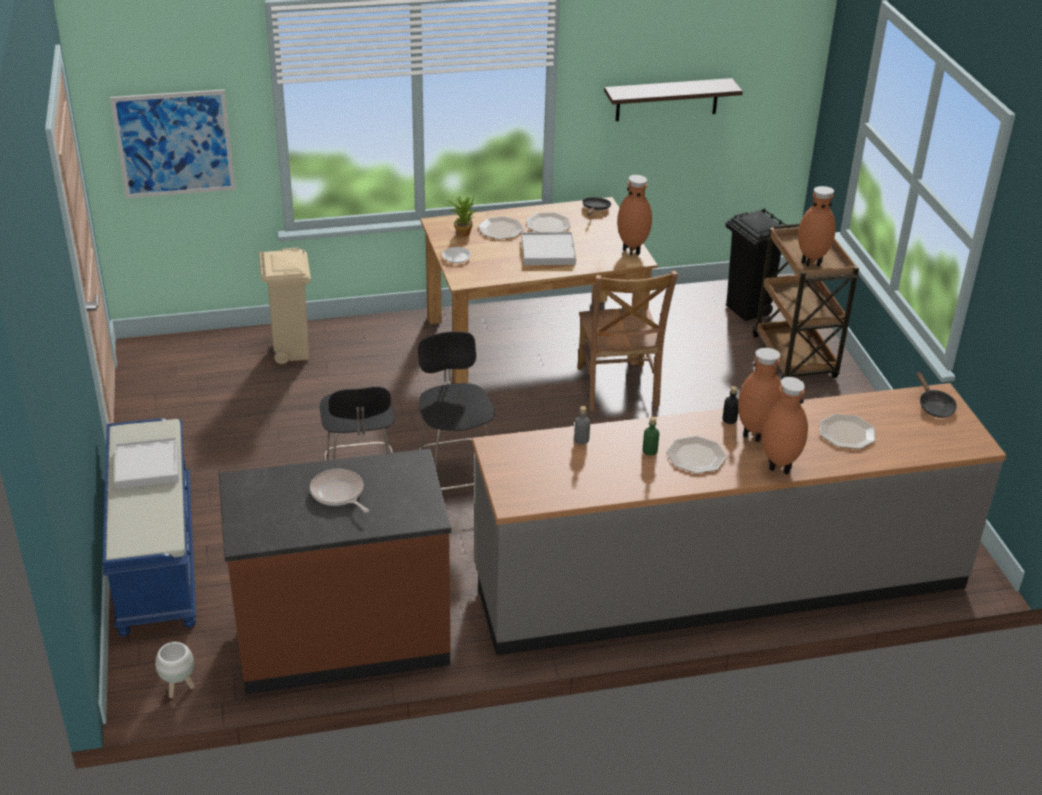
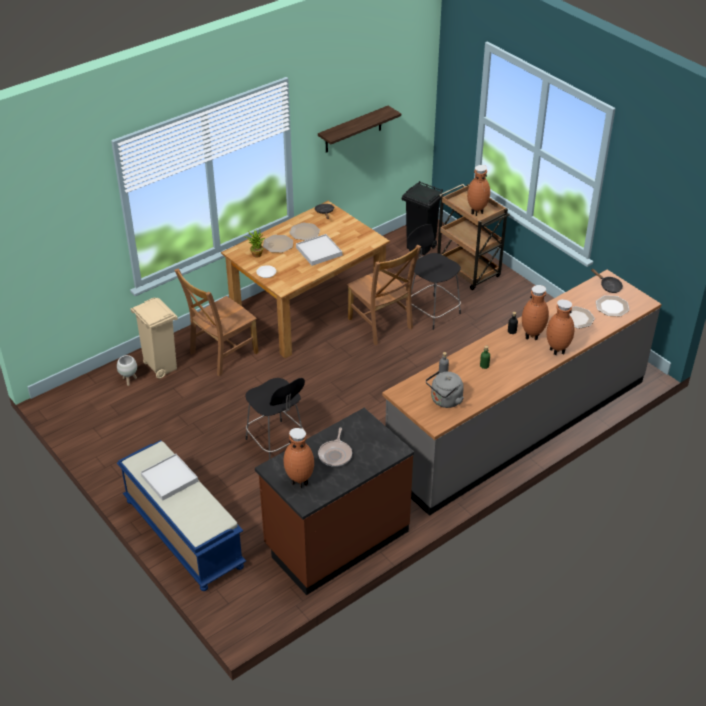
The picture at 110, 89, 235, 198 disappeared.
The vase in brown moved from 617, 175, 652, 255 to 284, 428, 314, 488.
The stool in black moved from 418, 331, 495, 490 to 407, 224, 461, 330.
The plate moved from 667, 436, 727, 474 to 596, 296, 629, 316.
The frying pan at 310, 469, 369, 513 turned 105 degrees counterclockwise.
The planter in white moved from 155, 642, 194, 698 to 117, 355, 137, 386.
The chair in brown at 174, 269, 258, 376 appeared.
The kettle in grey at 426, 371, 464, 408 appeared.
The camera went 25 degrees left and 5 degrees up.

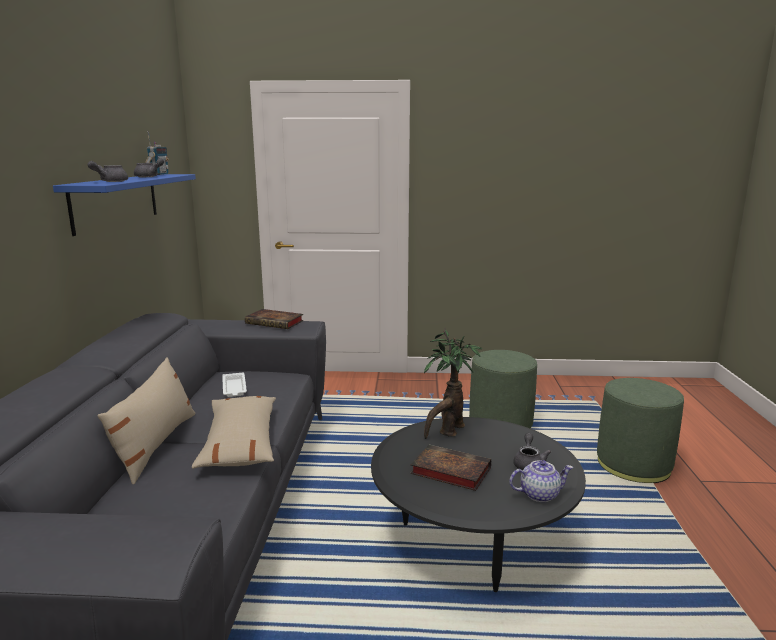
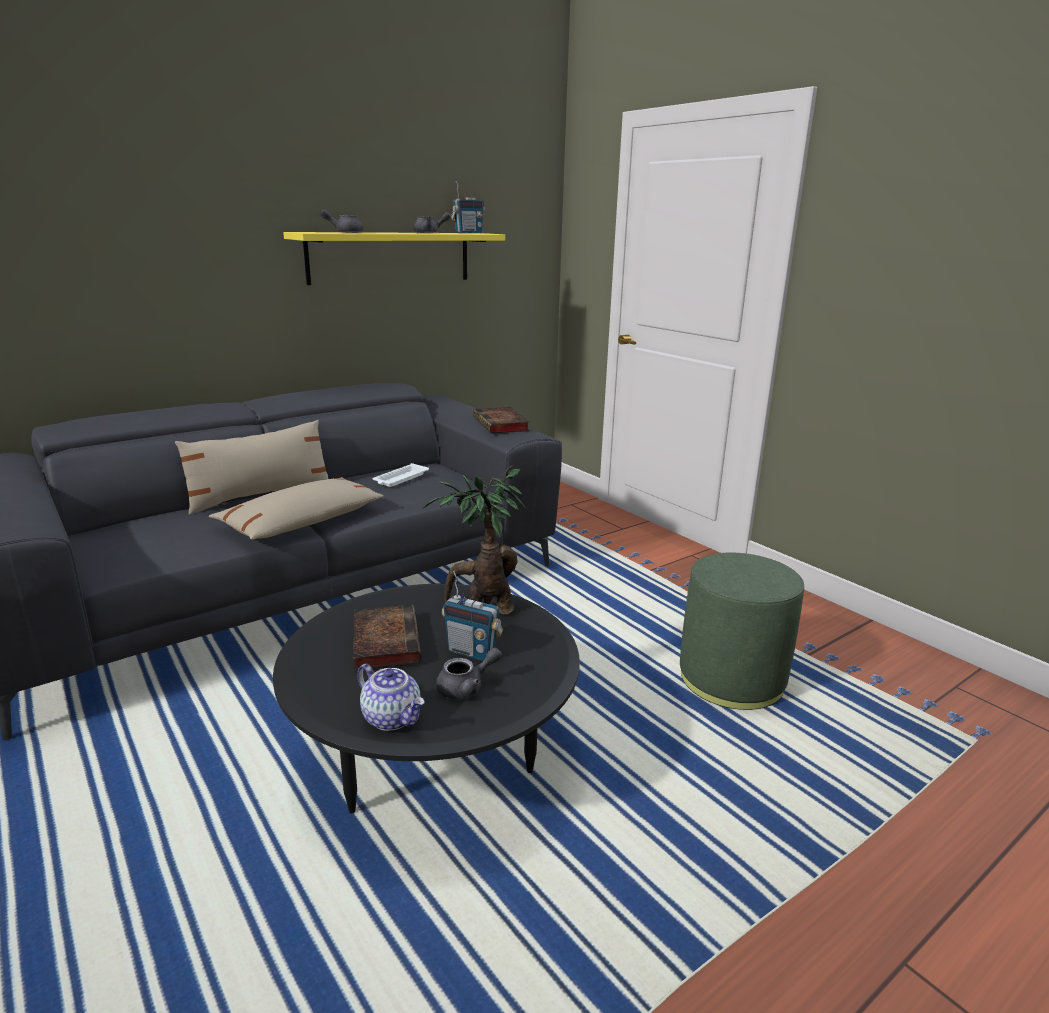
The shelf in blue at 53, 174, 196, 236 became the shelf in yellow at 283, 232, 505, 285.
The ottoman in green at 597, 378, 684, 483 disappeared.
The radio at 442, 571, 503, 661 appeared.
The camera went 50 degrees right and 5 degrees up.

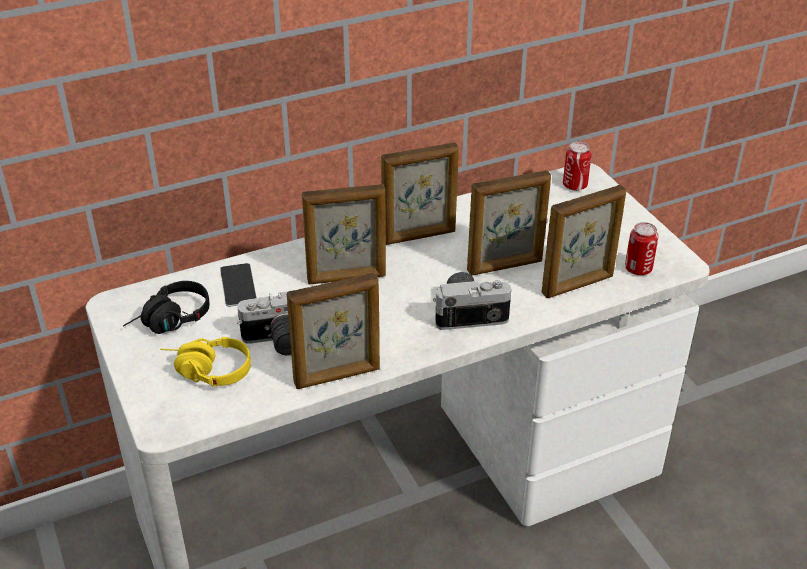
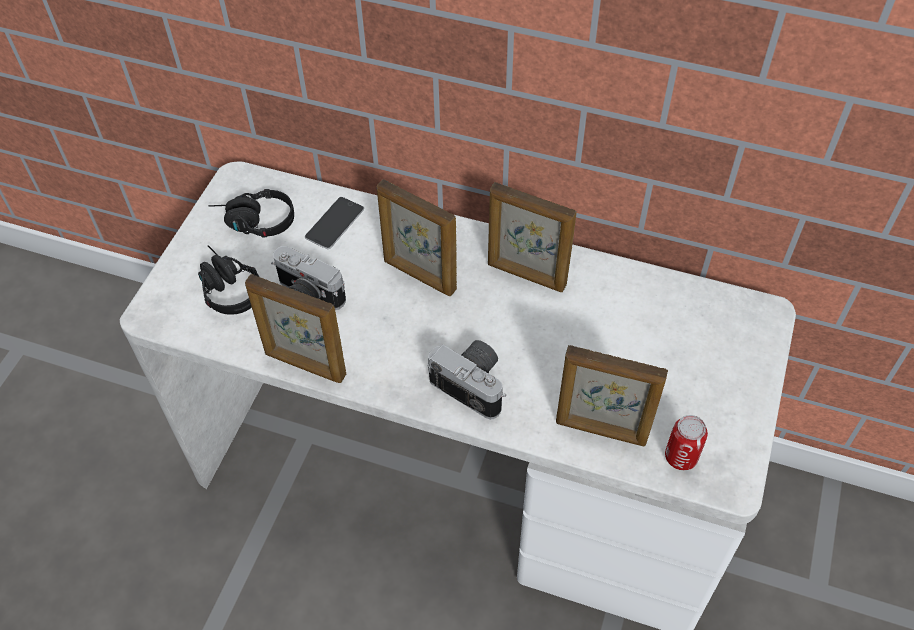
The can at 563, 142, 591, 191 disappeared.
The picture frame at 467, 170, 551, 276 disappeared.
The headphones in yellow at 160, 337, 251, 387 became the headphones in black at 198, 245, 259, 315.
The camera went 45 degrees right and 15 degrees up.

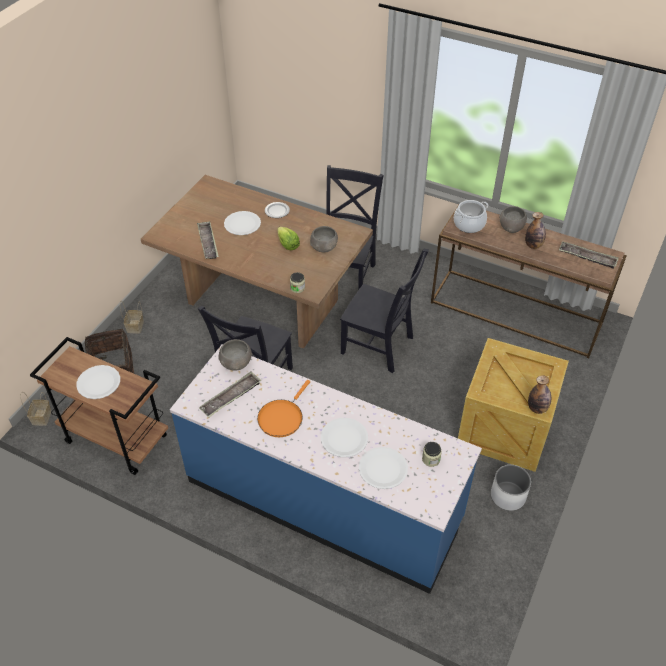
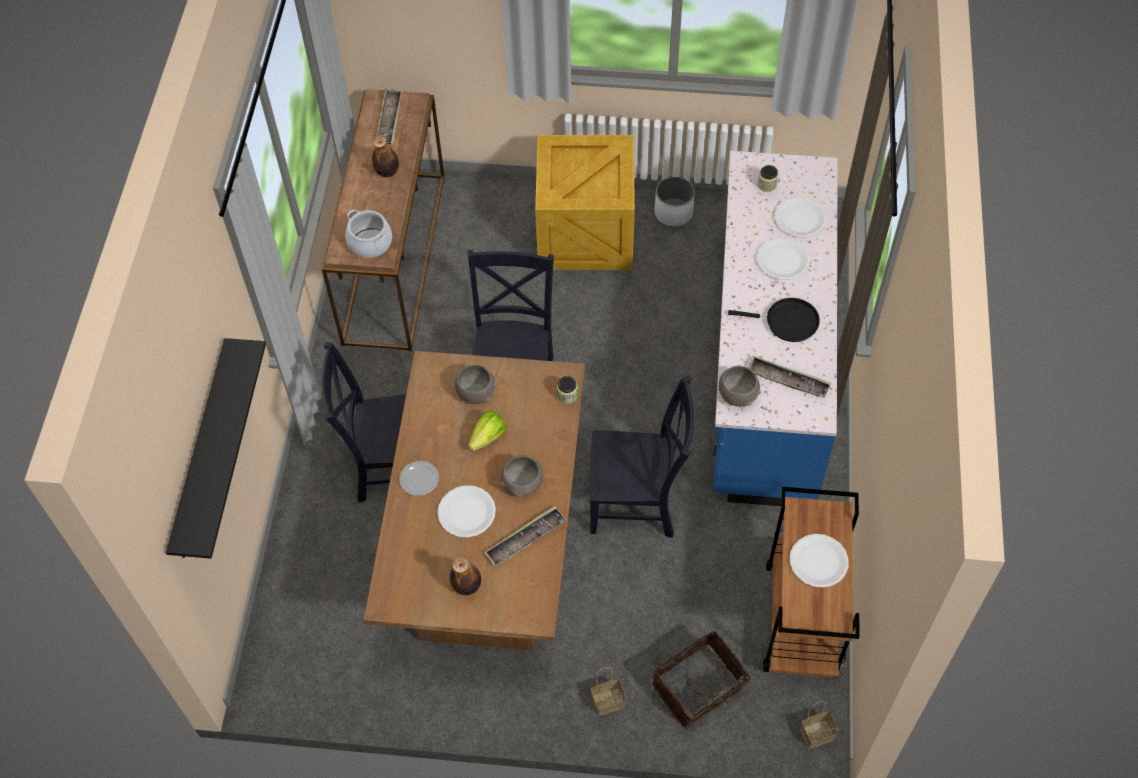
The bowl in grey moved from 499, 206, 527, 233 to 500, 456, 544, 497.
The bottle moved from 528, 375, 551, 414 to 450, 556, 481, 595.
The frying pan in orange at 257, 380, 310, 437 became the frying pan in black at 728, 298, 820, 342.
The shelf in black at 166, 338, 266, 559 appeared.
The camera went 110 degrees left and 10 degrees up.

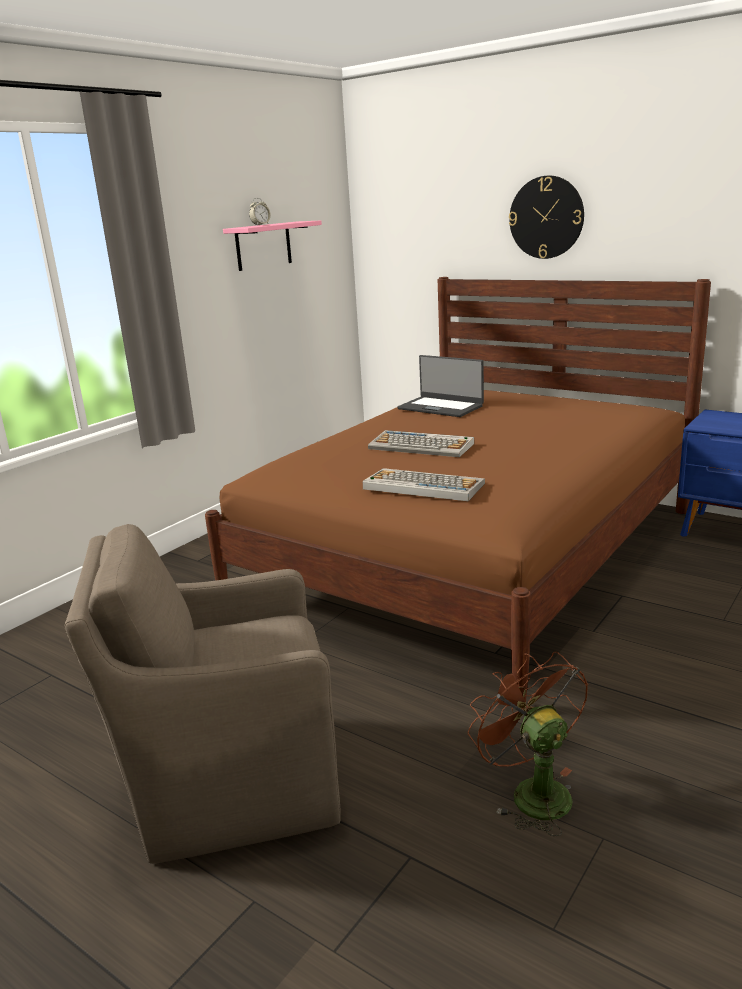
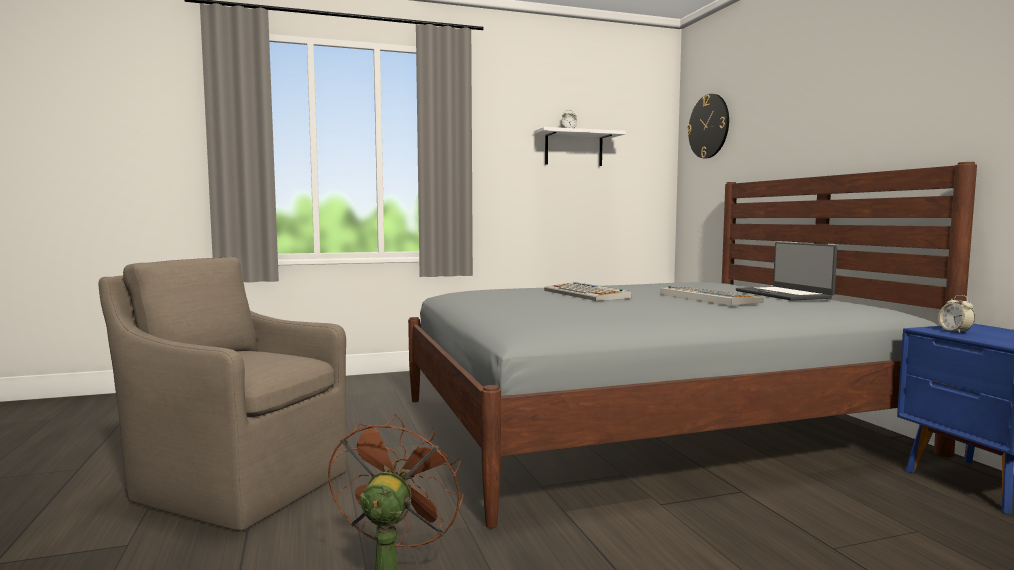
The wall clock moved from 509, 176, 584, 259 to 687, 94, 729, 158.
The shelf in pink at 223, 220, 322, 271 became the shelf in white at 534, 127, 626, 166.
The bed in brown at 205, 277, 711, 709 became the bed in grey at 408, 162, 977, 529.
The laptop moved from 397, 355, 484, 417 to 736, 242, 837, 301.
The keyboard moved from 363, 468, 485, 501 to 660, 286, 764, 306.
The alarm clock at 938, 295, 975, 333 appeared.
The camera went 35 degrees right and 15 degrees down.

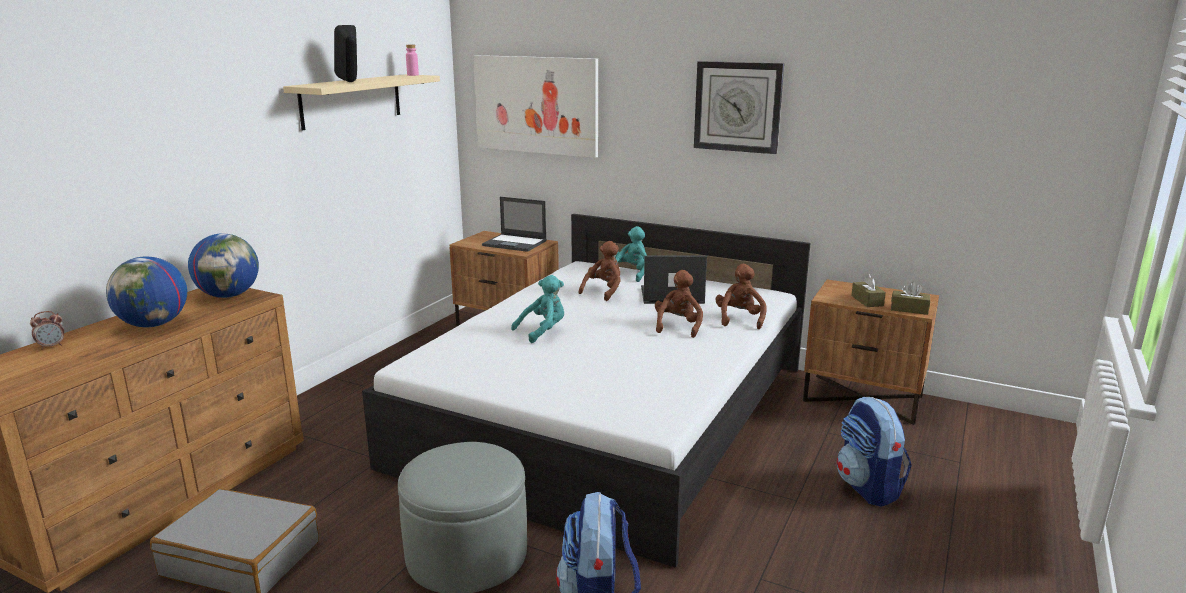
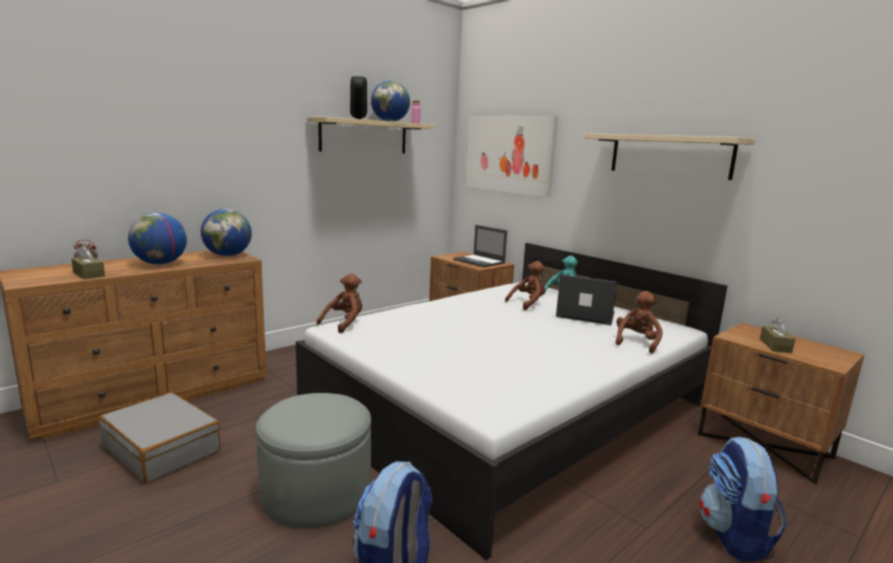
The wall clock at 694, 61, 784, 154 was replaced by the shelf in beige at 583, 133, 756, 180.
The plush toy in brown moved from 655, 270, 703, 338 to 316, 274, 362, 333.
The plush toy in turquoise at 511, 275, 564, 343 disappeared.
The tissue box in brown moved from 891, 282, 930, 315 to 72, 246, 105, 279.
The globe at 371, 81, 410, 122 appeared.
The camera went 20 degrees right and 5 degrees down.

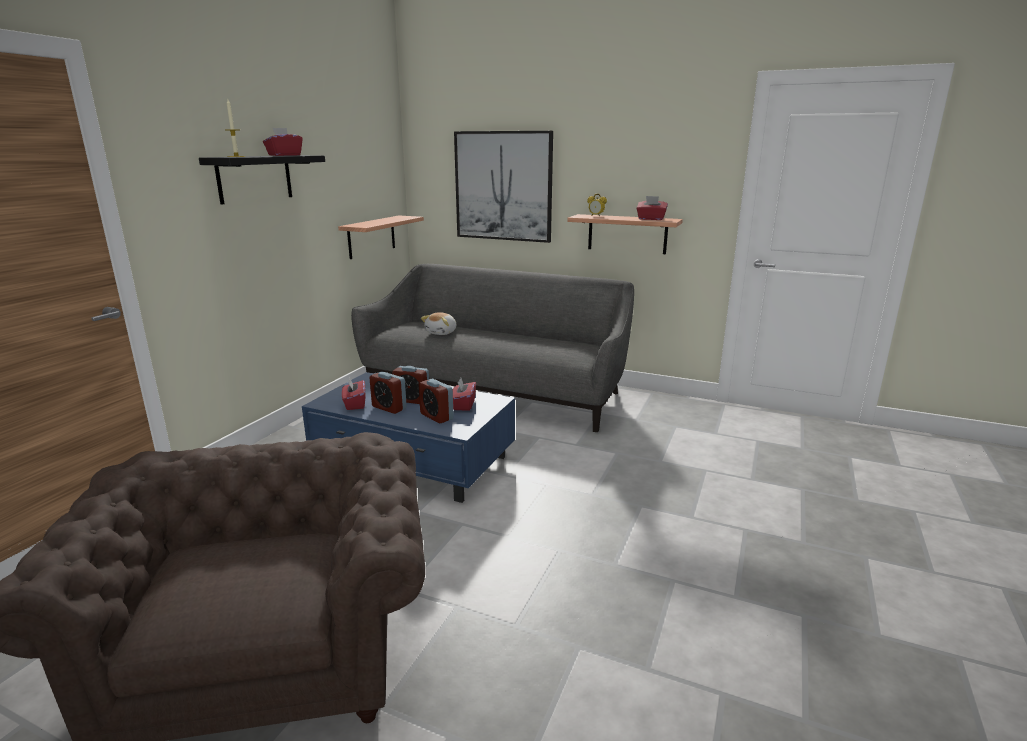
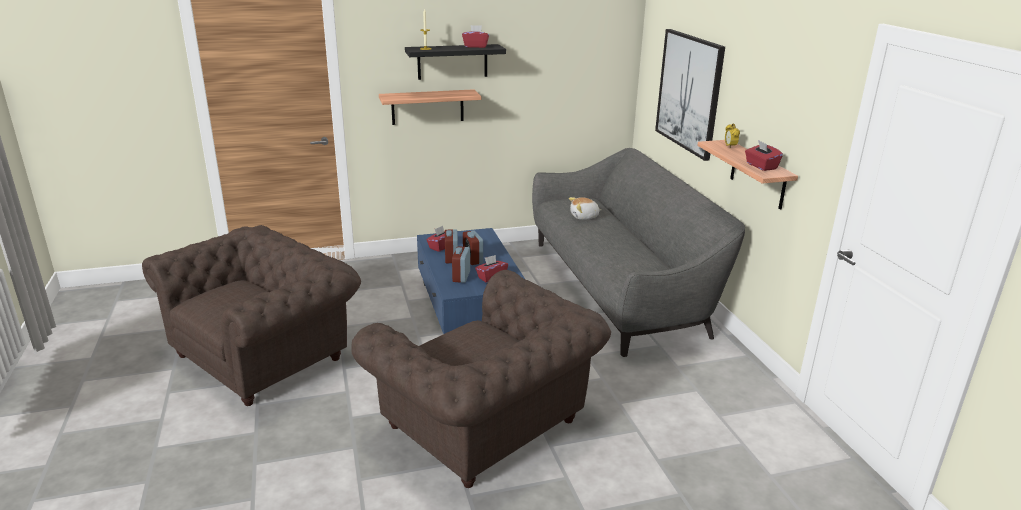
The shelf moved from 338, 216, 424, 259 to 379, 89, 481, 125.
The armchair in brown at 351, 270, 611, 488 appeared.
The camera went 50 degrees right and 5 degrees up.

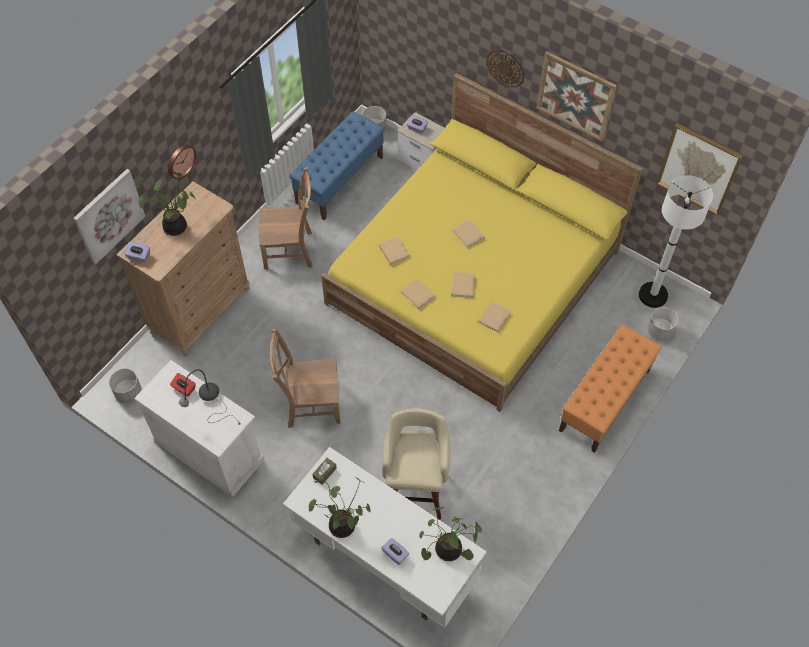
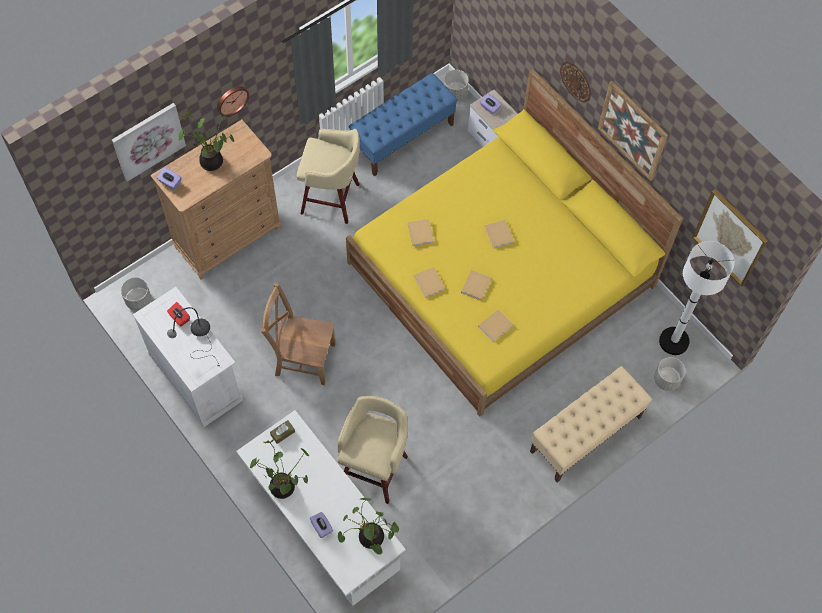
The chair in brown at 259, 167, 313, 270 was replaced by the stool in beige at 296, 129, 360, 224.
The bench in orange at 559, 325, 662, 453 became the bench in beige at 530, 366, 652, 483.
The camera went 15 degrees right and 5 degrees up.

